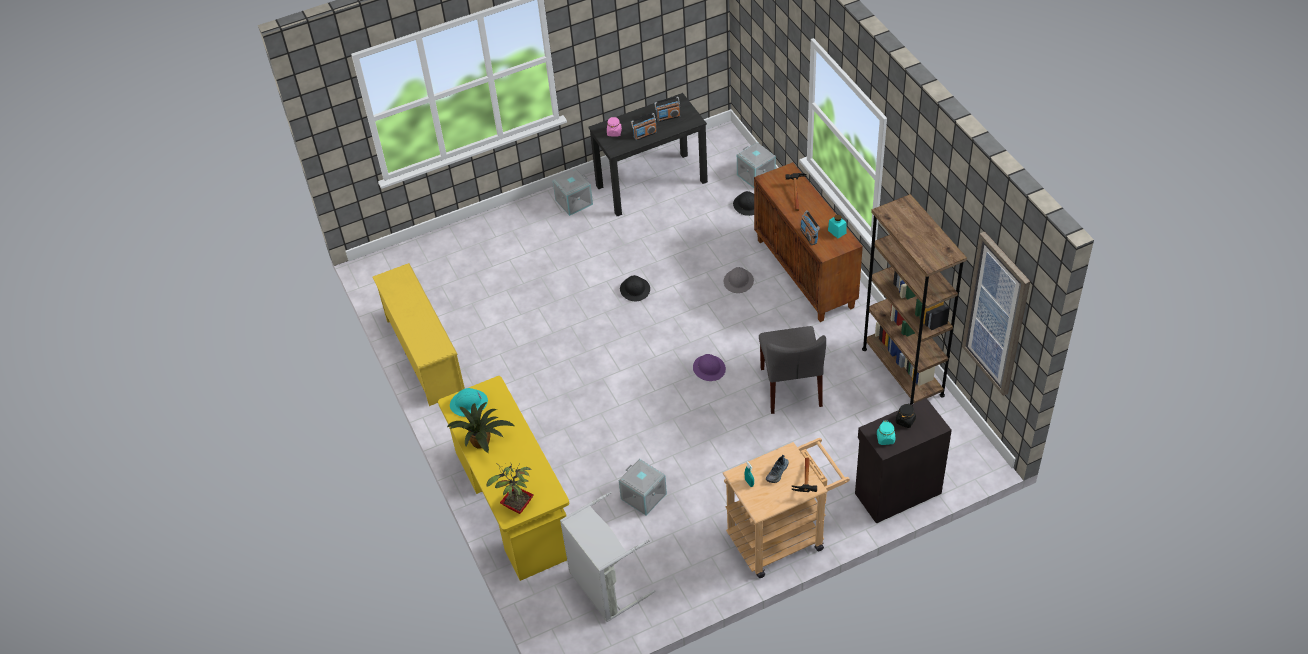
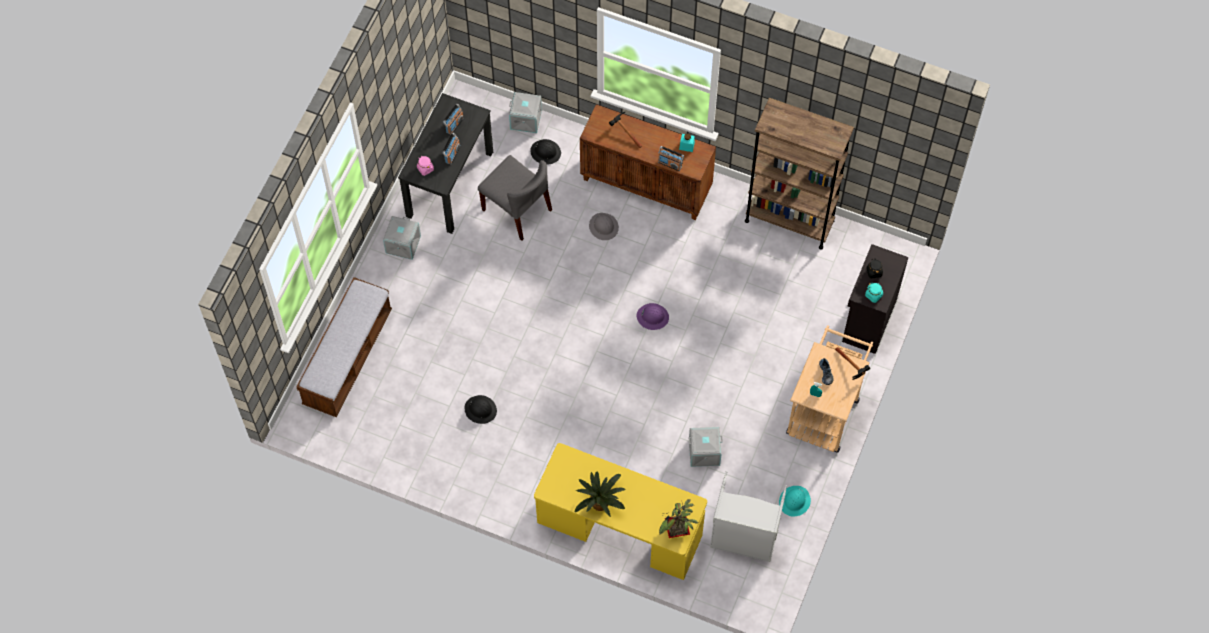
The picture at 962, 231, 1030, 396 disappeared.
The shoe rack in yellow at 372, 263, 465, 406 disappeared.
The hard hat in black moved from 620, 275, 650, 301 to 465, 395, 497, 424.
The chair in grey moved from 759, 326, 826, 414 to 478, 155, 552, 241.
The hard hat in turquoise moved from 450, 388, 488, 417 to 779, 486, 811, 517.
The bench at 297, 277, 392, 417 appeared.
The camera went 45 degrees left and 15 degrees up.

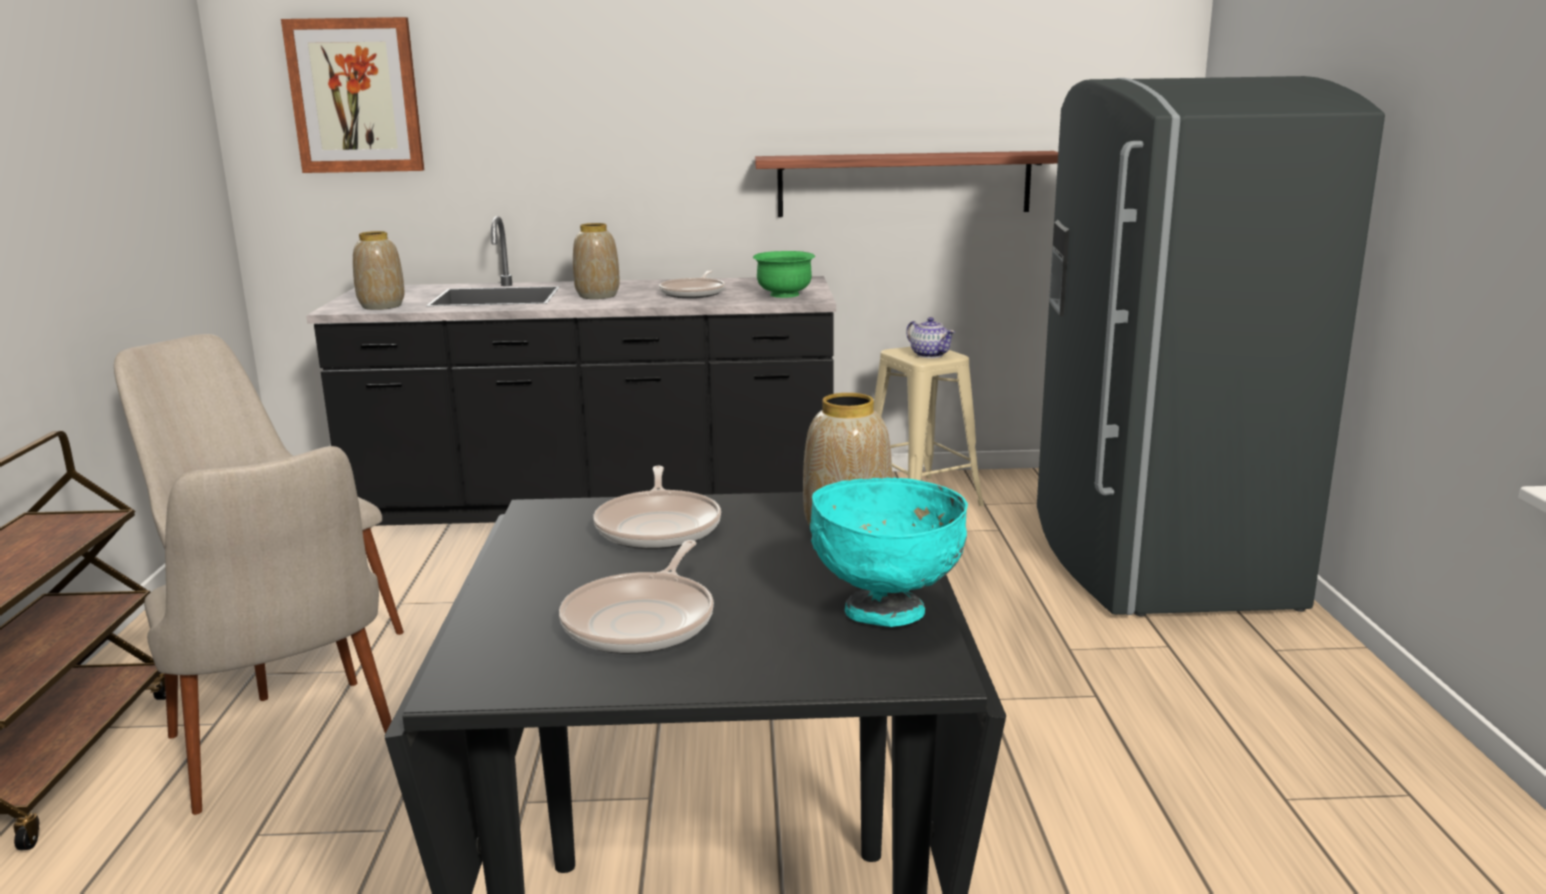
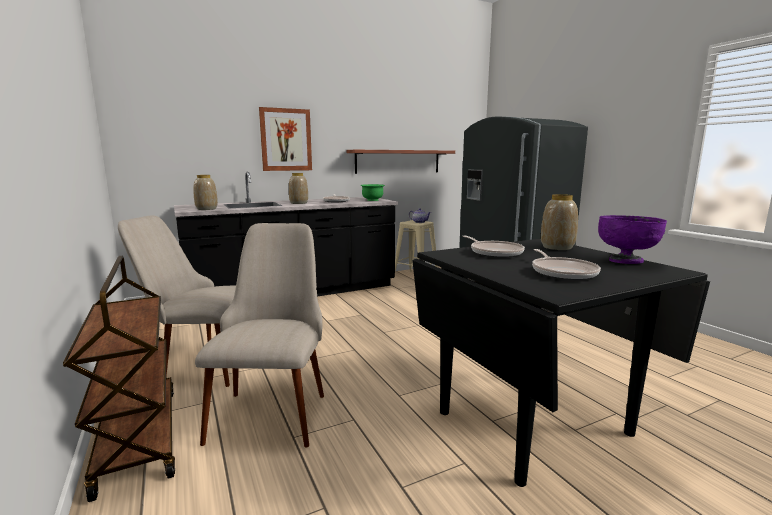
The picture moved from 281, 17, 424, 173 to 259, 107, 312, 171.
The chair in beige at 144, 446, 392, 815 turned 120 degrees counterclockwise.
The bowl in turquoise at 810, 477, 968, 627 became the bowl in purple at 598, 215, 667, 264.
The camera went 25 degrees left and 5 degrees down.

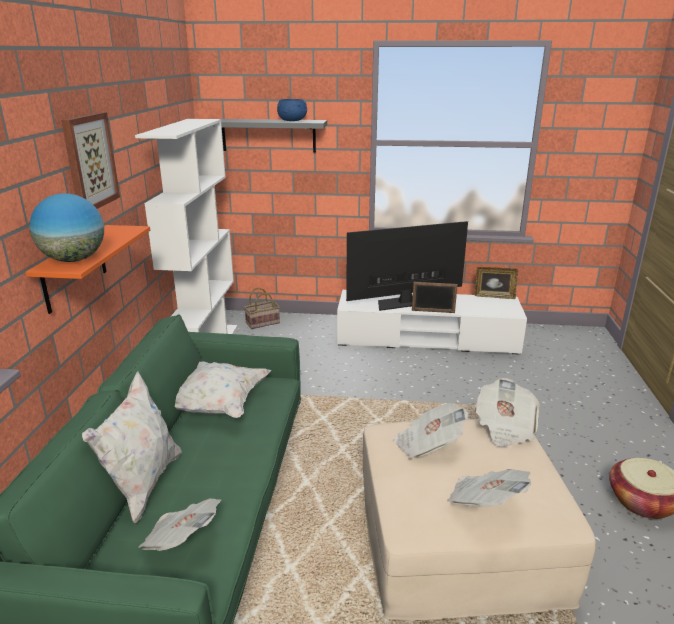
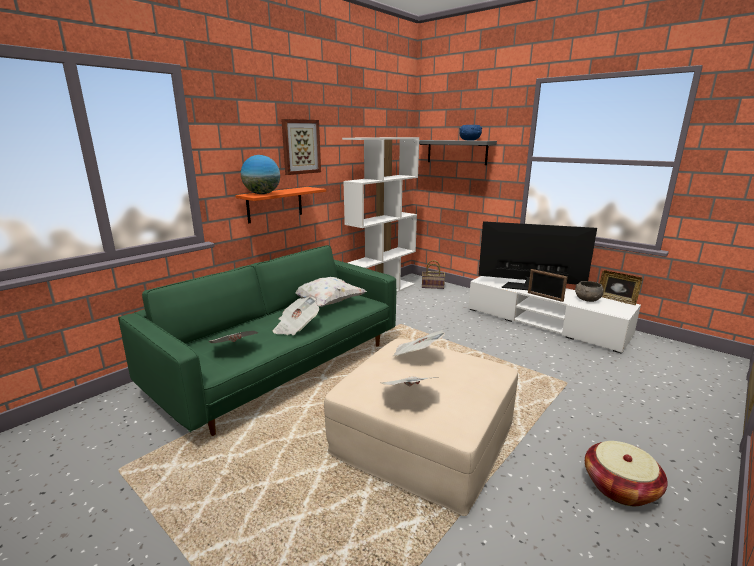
The pillow in white at 82, 371, 182, 523 disappeared.
The newspaper moved from 475, 378, 540, 447 to 273, 297, 319, 335.
The bowl in grey at 575, 281, 604, 302 appeared.
The camera went 35 degrees right and 5 degrees down.

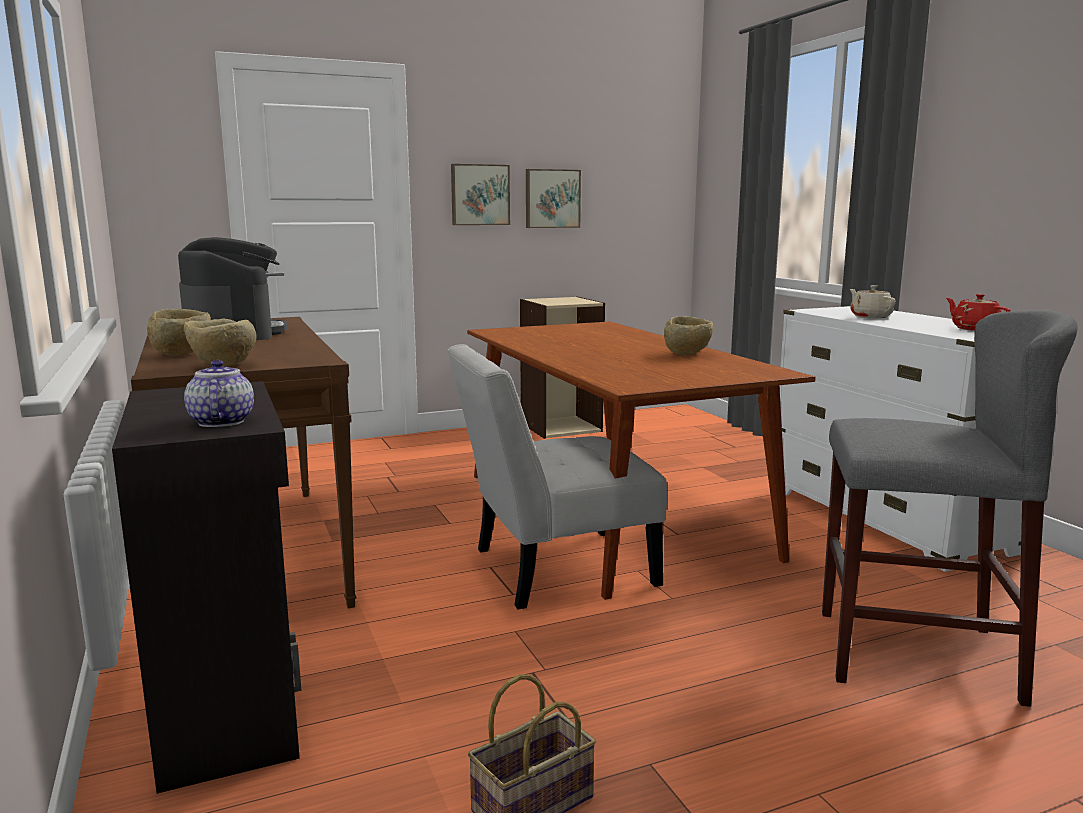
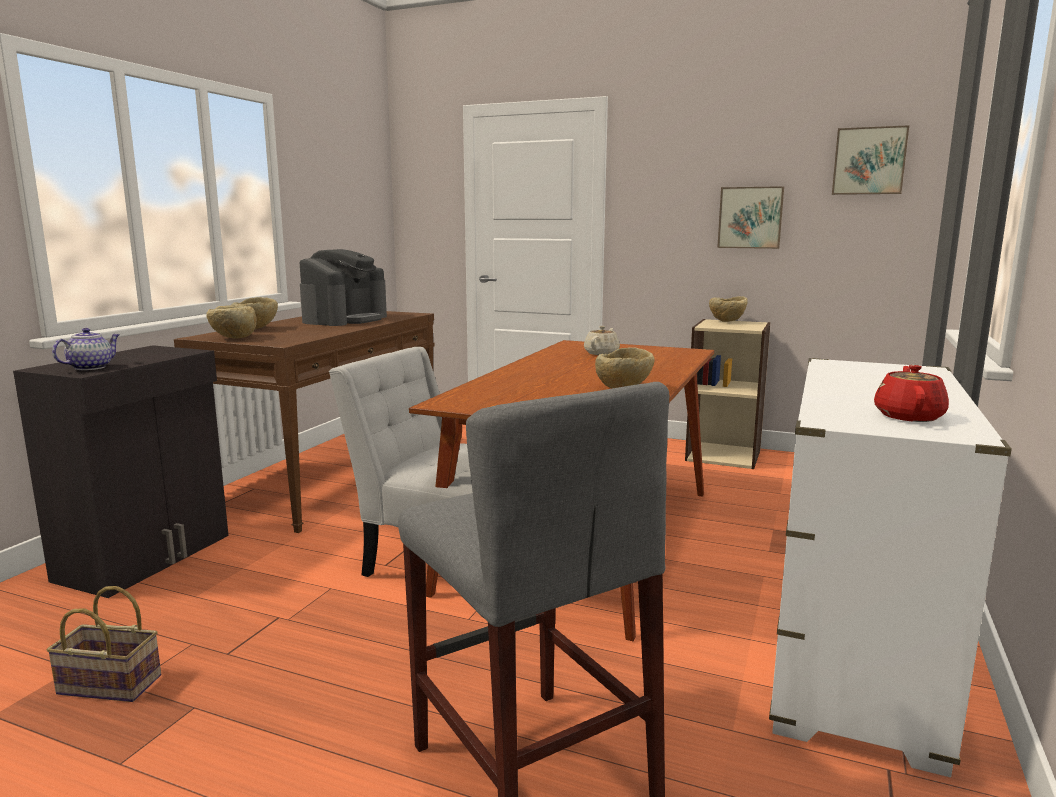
The picture moved from 451, 164, 510, 225 to 832, 125, 909, 195.
The teapot in beige moved from 850, 285, 896, 318 to 584, 326, 620, 355.
The bowl in beige at 709, 296, 748, 322 appeared.
The camera went 45 degrees right and 0 degrees up.

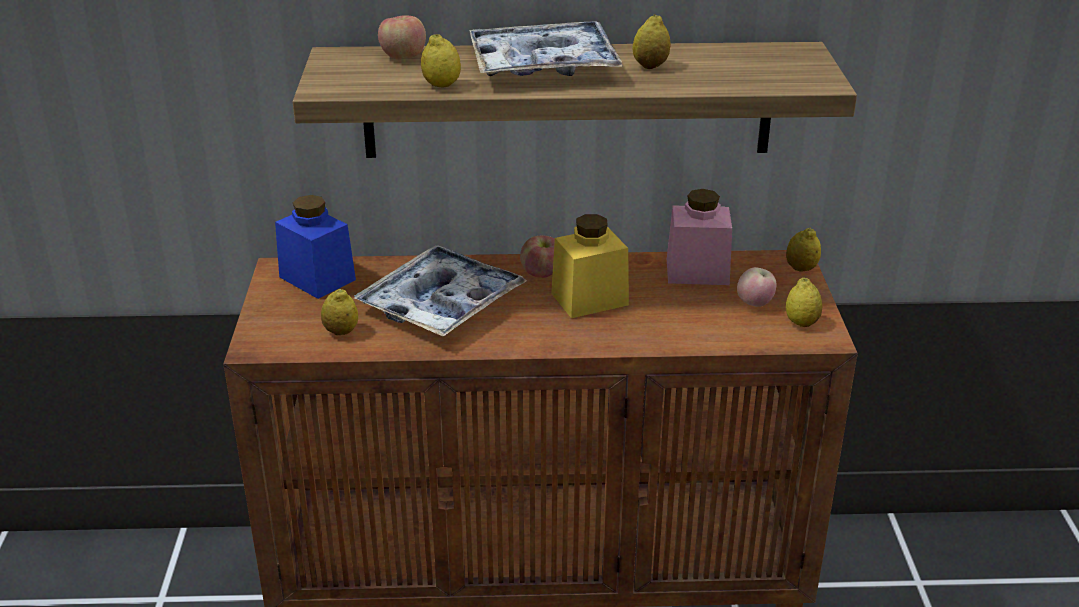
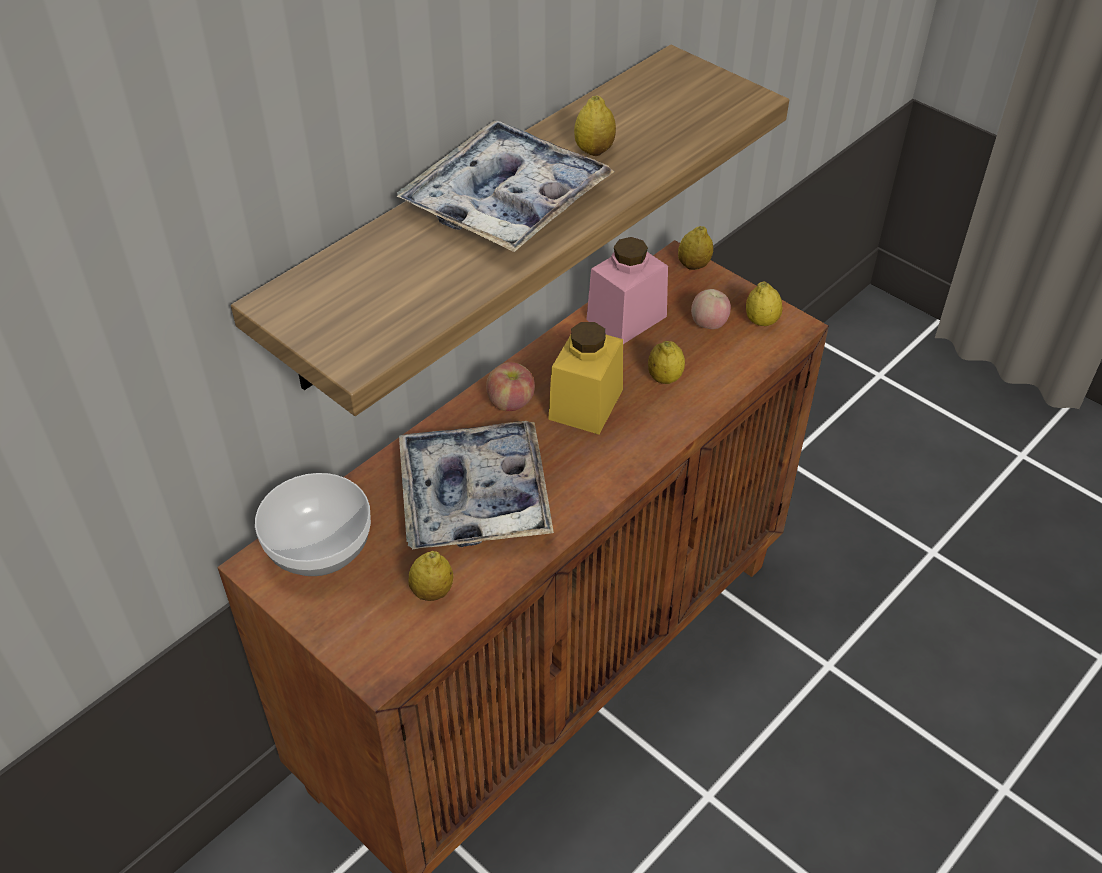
The apple at 378, 15, 426, 59 disappeared.
The lemon moved from 421, 34, 461, 87 to 648, 341, 685, 384.
The jar in blue at 275, 195, 356, 299 was replaced by the bowl at 255, 473, 371, 576.
The camera went 45 degrees left and 15 degrees up.

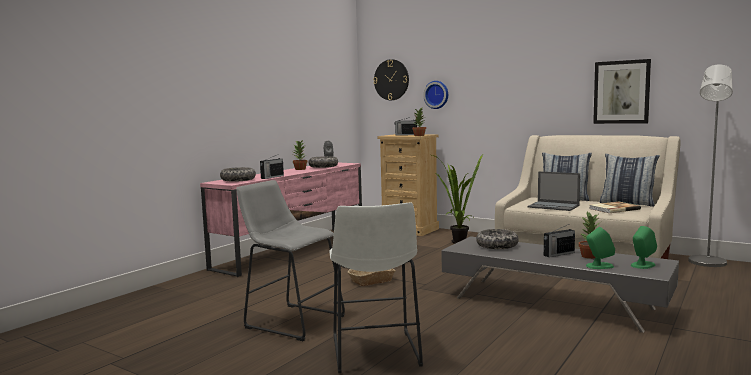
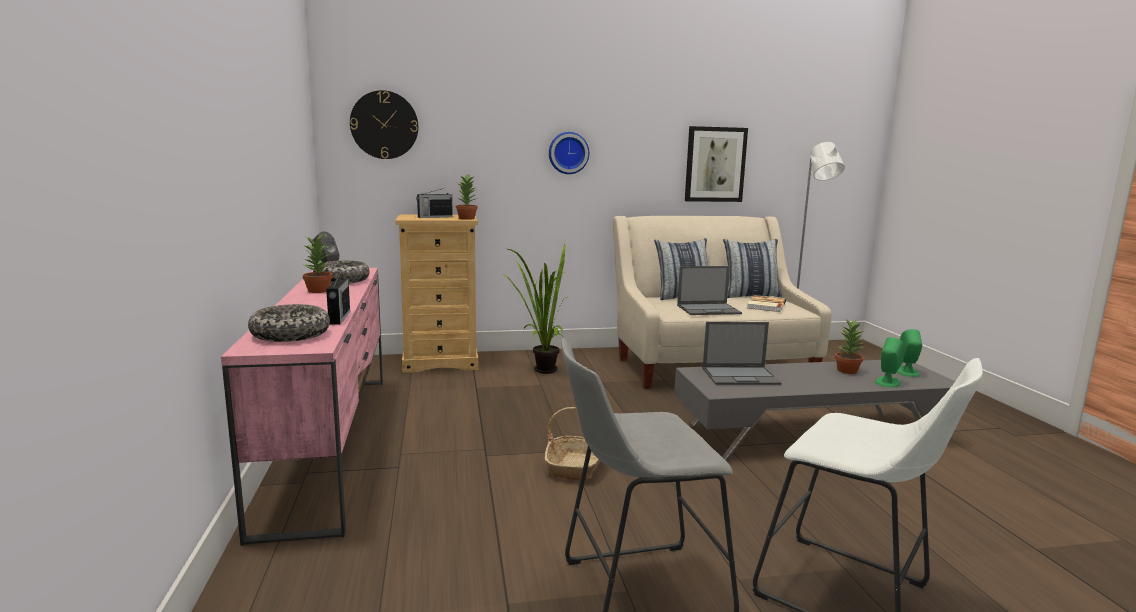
The wall clock moved from 423, 81, 448, 109 to 549, 132, 589, 174.
The radio at 544, 224, 575, 257 disappeared.
The bowl at 476, 229, 519, 249 was replaced by the laptop at 703, 322, 781, 385.
The camera went 45 degrees left and 5 degrees up.

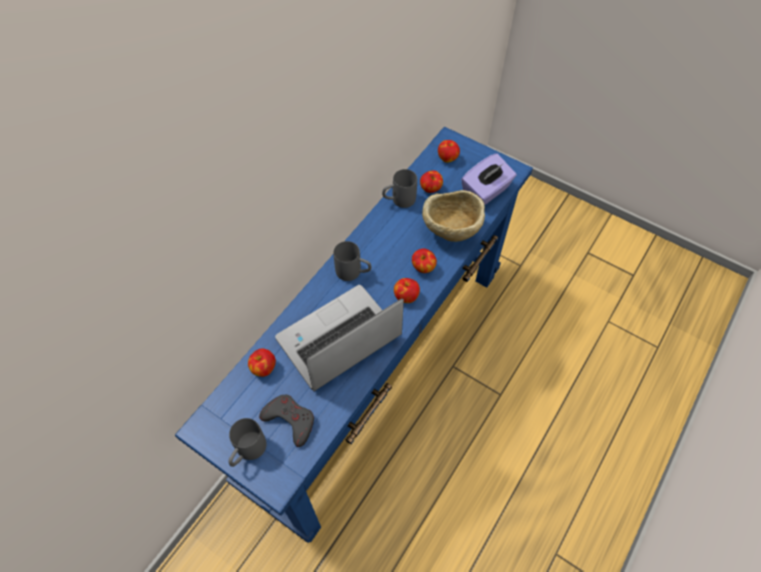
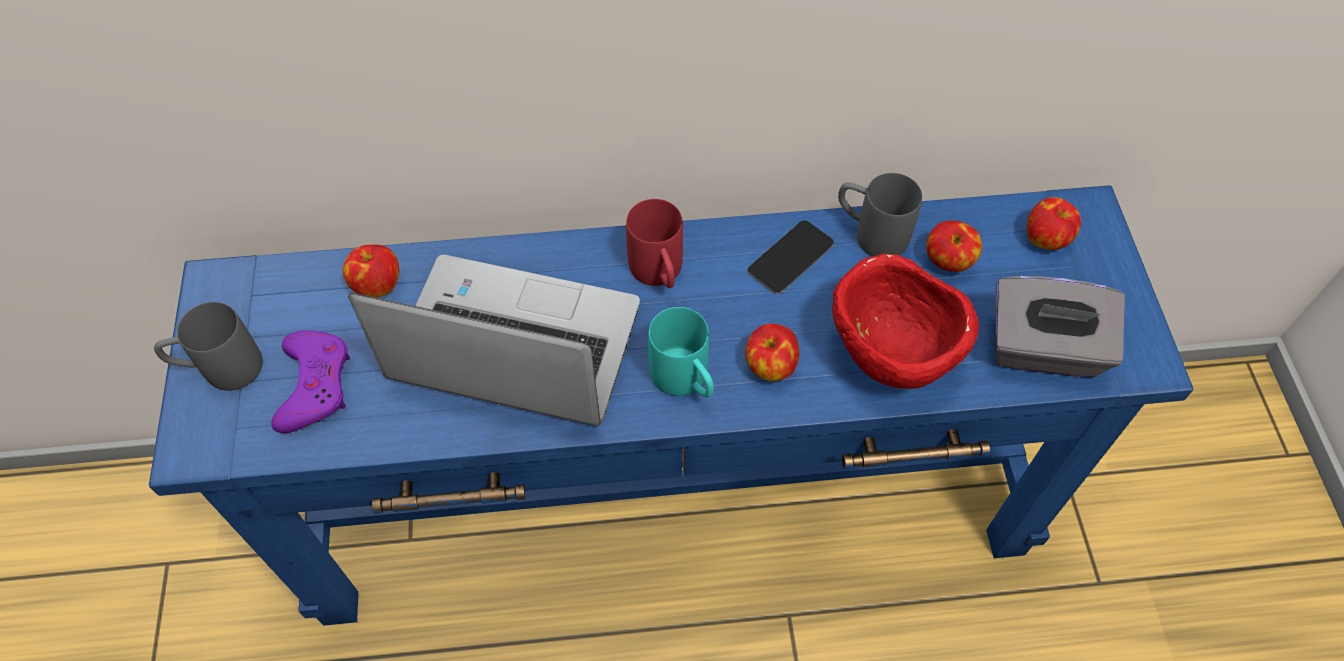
The tissue box in purple at 461, 153, 517, 205 became the tissue box in grey at 995, 276, 1125, 377.
The bowl in beige at 422, 190, 485, 242 became the bowl in red at 832, 254, 979, 389.
The mug in grey at 334, 241, 372, 281 became the mug in red at 626, 199, 683, 288.
The apple at 394, 278, 420, 303 was replaced by the mug in turquoise at 648, 307, 714, 397.
The game controller in grey at 259, 395, 314, 447 became the game controller in purple at 271, 330, 350, 433.
The phone at 748, 220, 834, 294 appeared.
The camera went 50 degrees right and 0 degrees up.

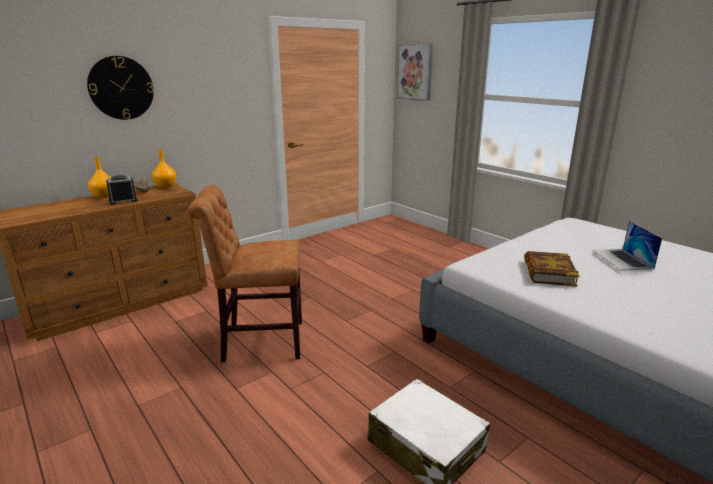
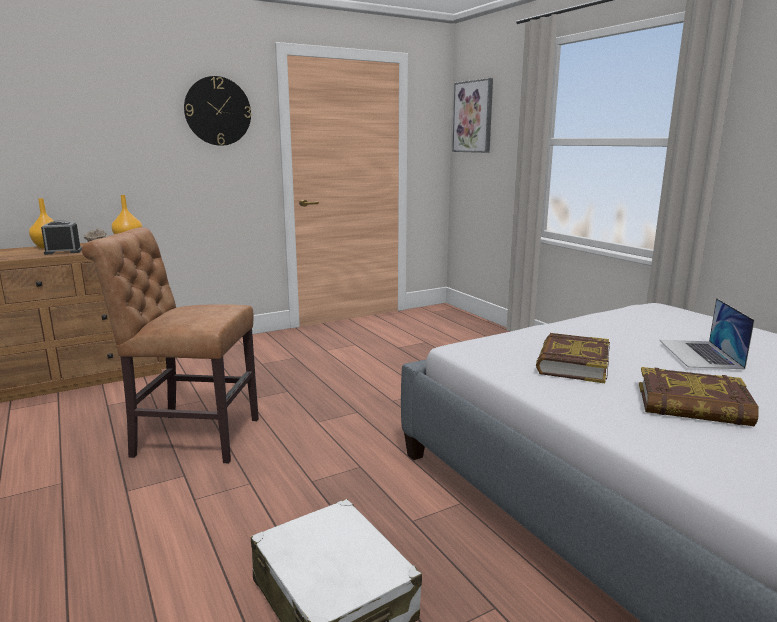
The wall clock moved from 87, 56, 154, 120 to 184, 76, 251, 146.
The book at 639, 367, 759, 426 appeared.
The camera went 10 degrees right and 5 degrees down.

